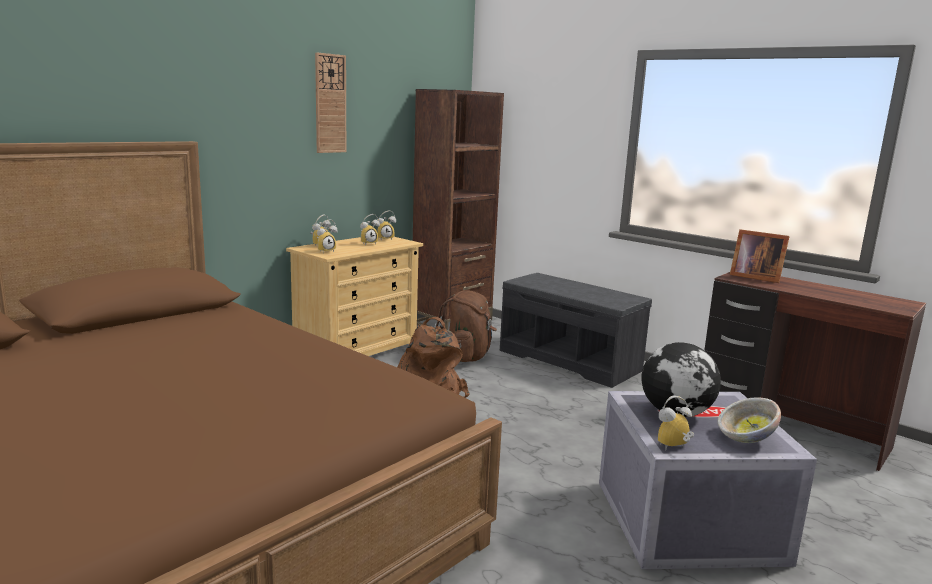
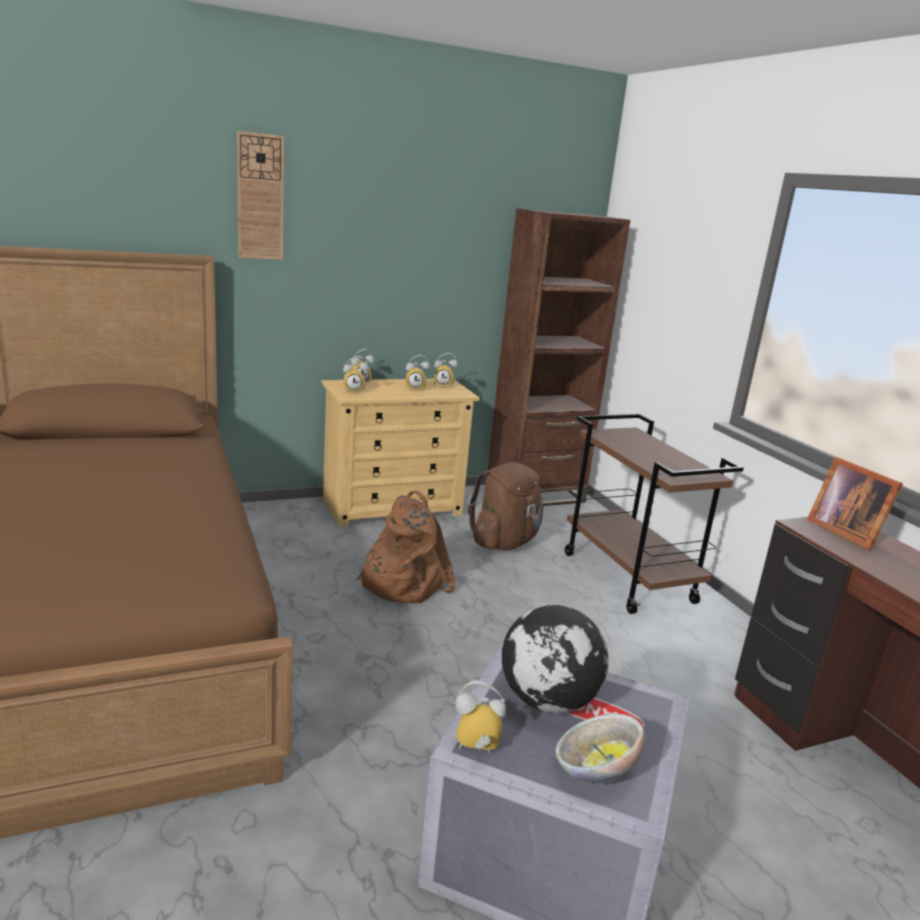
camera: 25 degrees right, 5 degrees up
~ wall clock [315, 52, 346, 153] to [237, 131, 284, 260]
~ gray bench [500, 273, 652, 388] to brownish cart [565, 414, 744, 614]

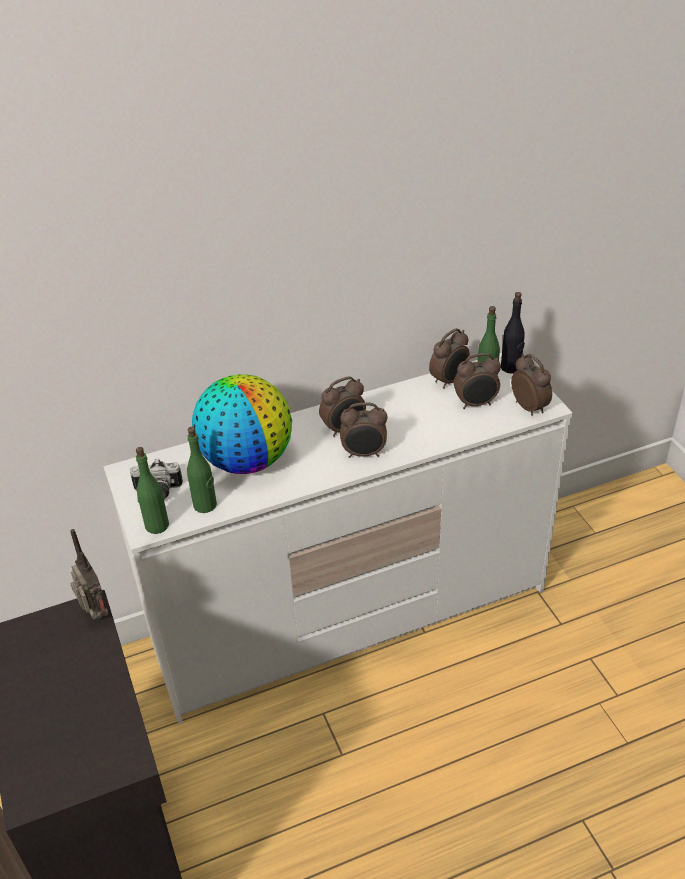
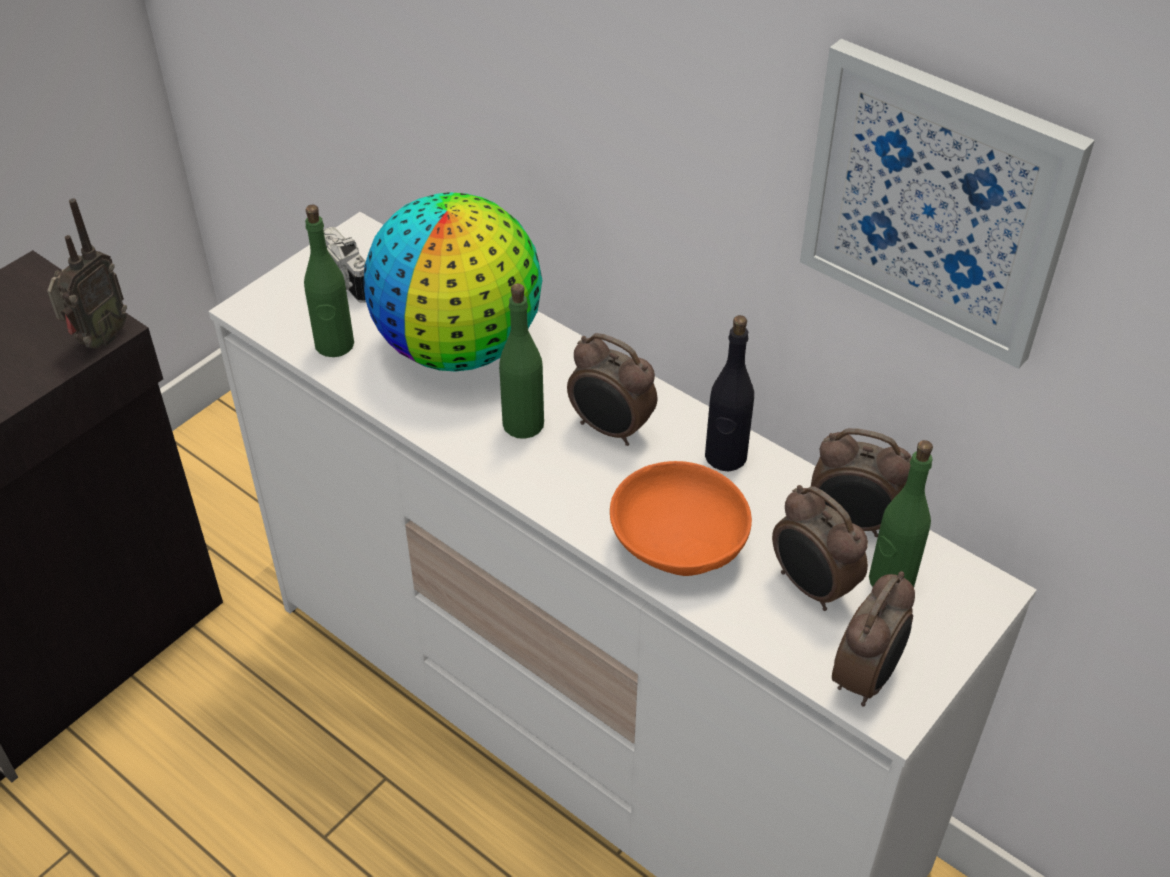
camera: 60 degrees right, 5 degrees up
~ black-coloured bottle [501, 292, 525, 374] to [705, 315, 754, 472]
- table clock [340, 402, 388, 458]
~ green bottle [136, 447, 169, 534] to [499, 283, 544, 439]
+ wall picture [800, 39, 1095, 369]
+ orange-coloured serving bowl [610, 461, 752, 576]

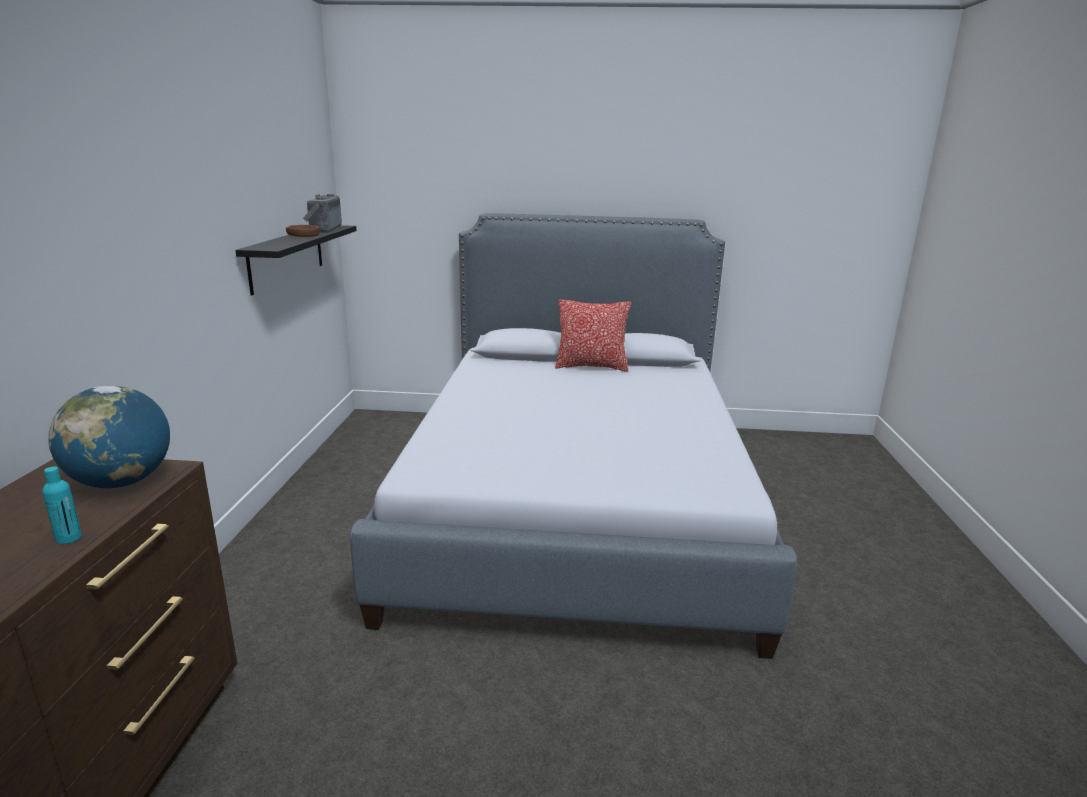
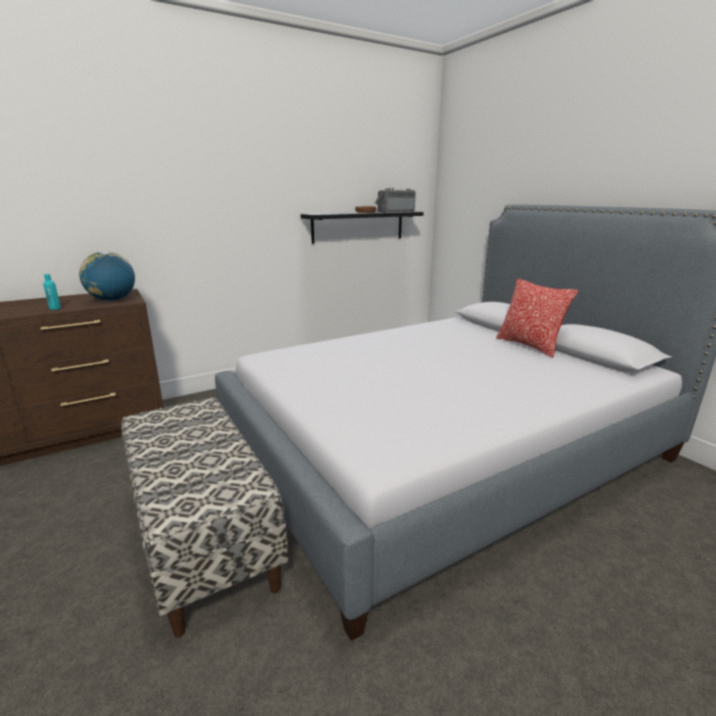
camera: 55 degrees right, 0 degrees up
+ bench [121, 397, 288, 637]

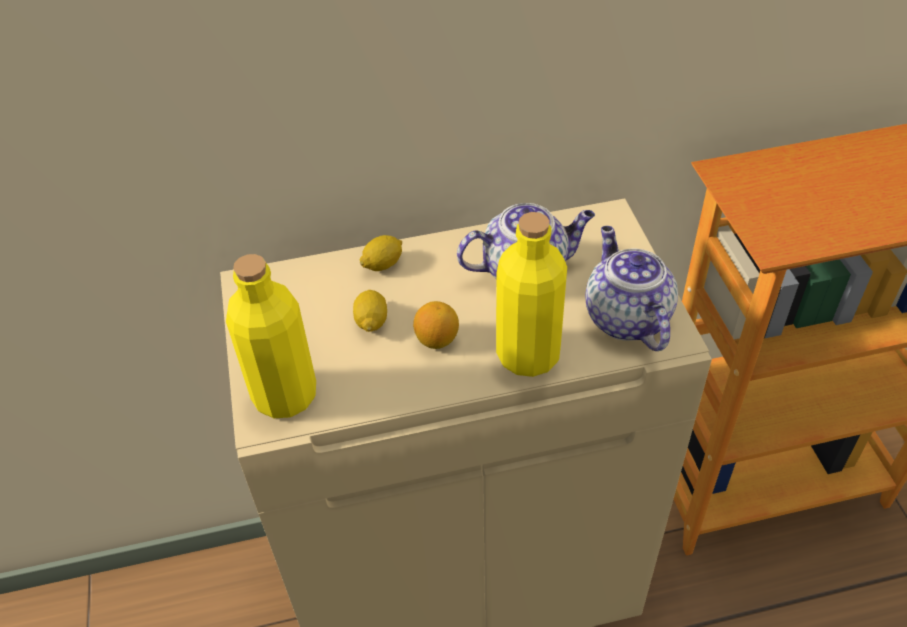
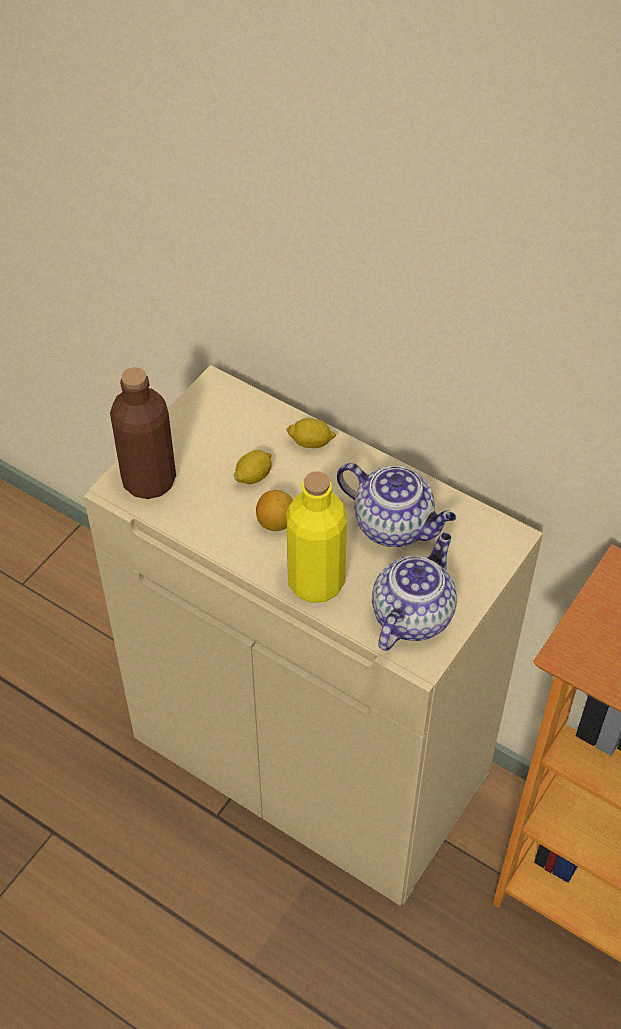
camera: 45 degrees right, 5 degrees up
~ yellow bottle [226, 254, 316, 418] to brownish bottle [110, 367, 176, 499]

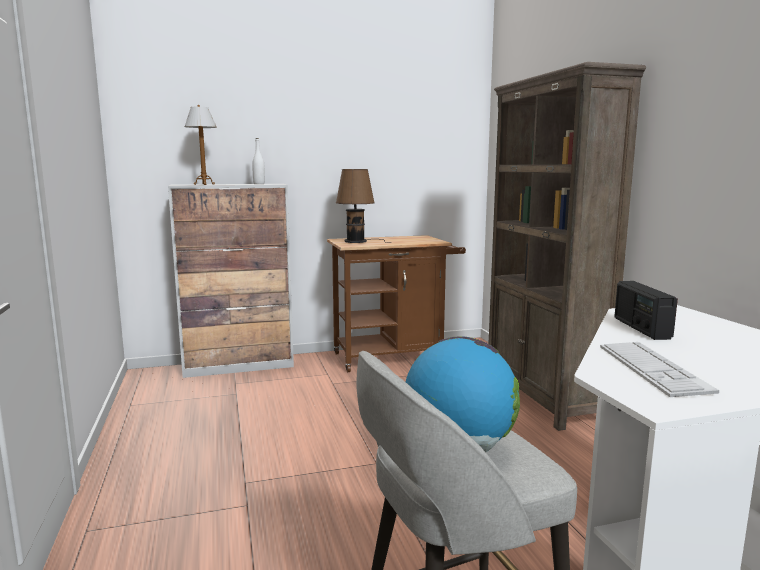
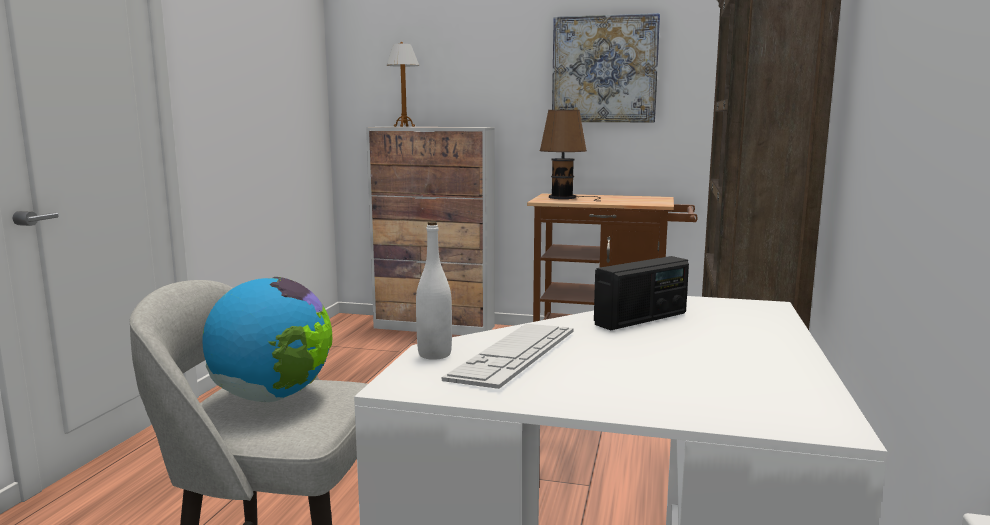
camera: 30 degrees right, 0 degrees up
~ whitish bottle [252, 138, 265, 184] to [416, 222, 452, 360]
~ radio [614, 281, 678, 340] = [594, 256, 689, 330] 150 degrees counterclockwise
+ wall picture [552, 13, 660, 122]

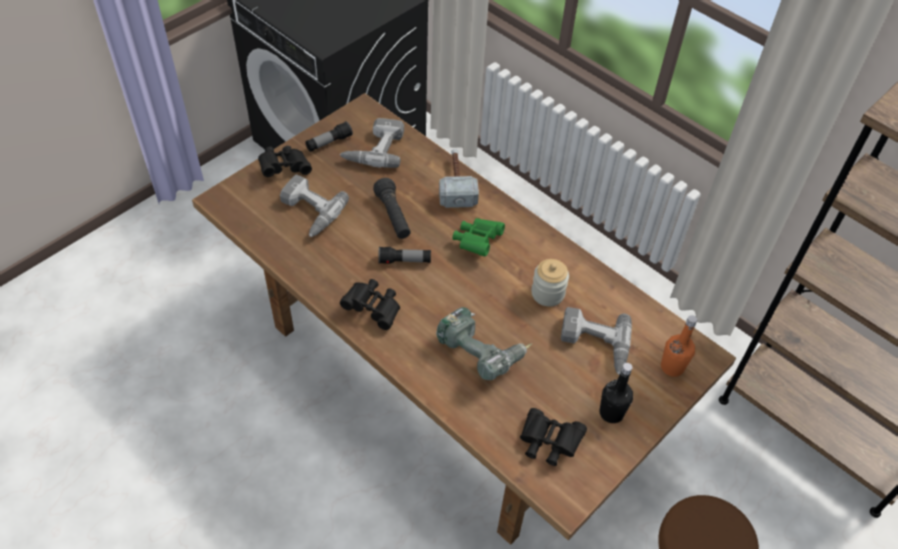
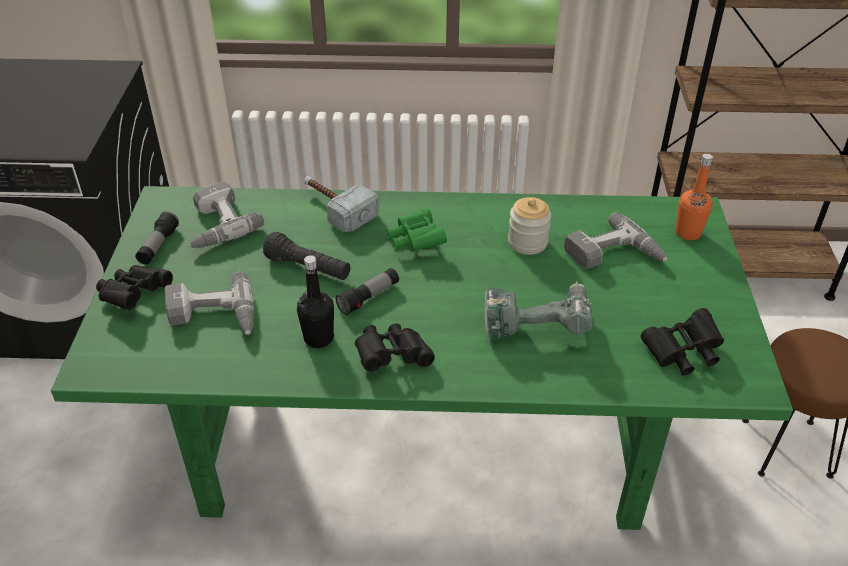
camera: 40 degrees left, 10 degrees down
~ brownish kitchen table [192, 93, 736, 545] to green kitchen table [51, 186, 793, 530]
~ black-coloured bottle [599, 363, 633, 423] to [297, 255, 334, 348]

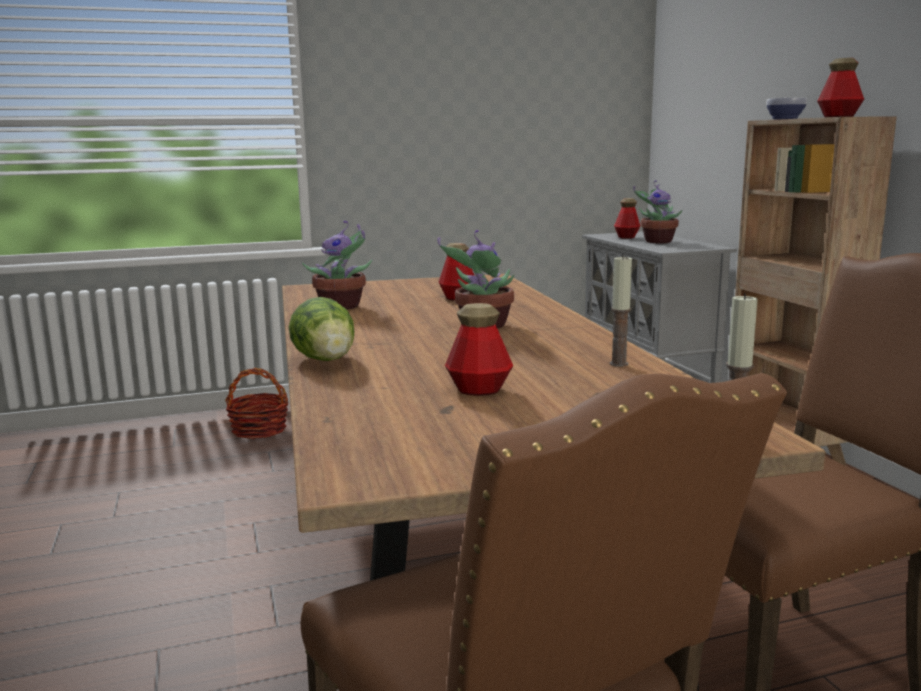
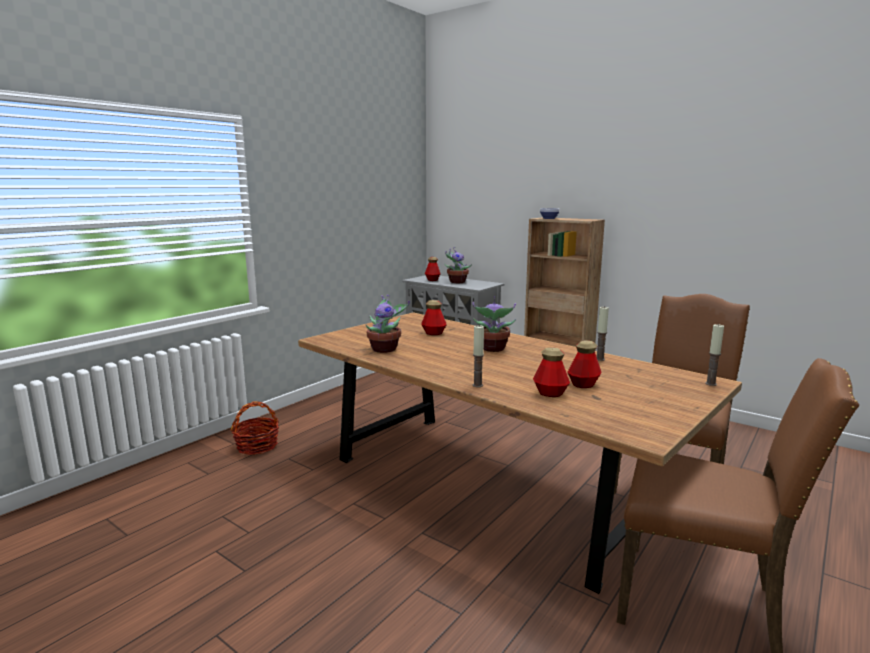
camera: 35 degrees left, 0 degrees up
~ bottle [817, 58, 864, 117] to [533, 347, 570, 397]
~ head of lettuce [289, 297, 354, 361] to wax light [473, 325, 484, 387]

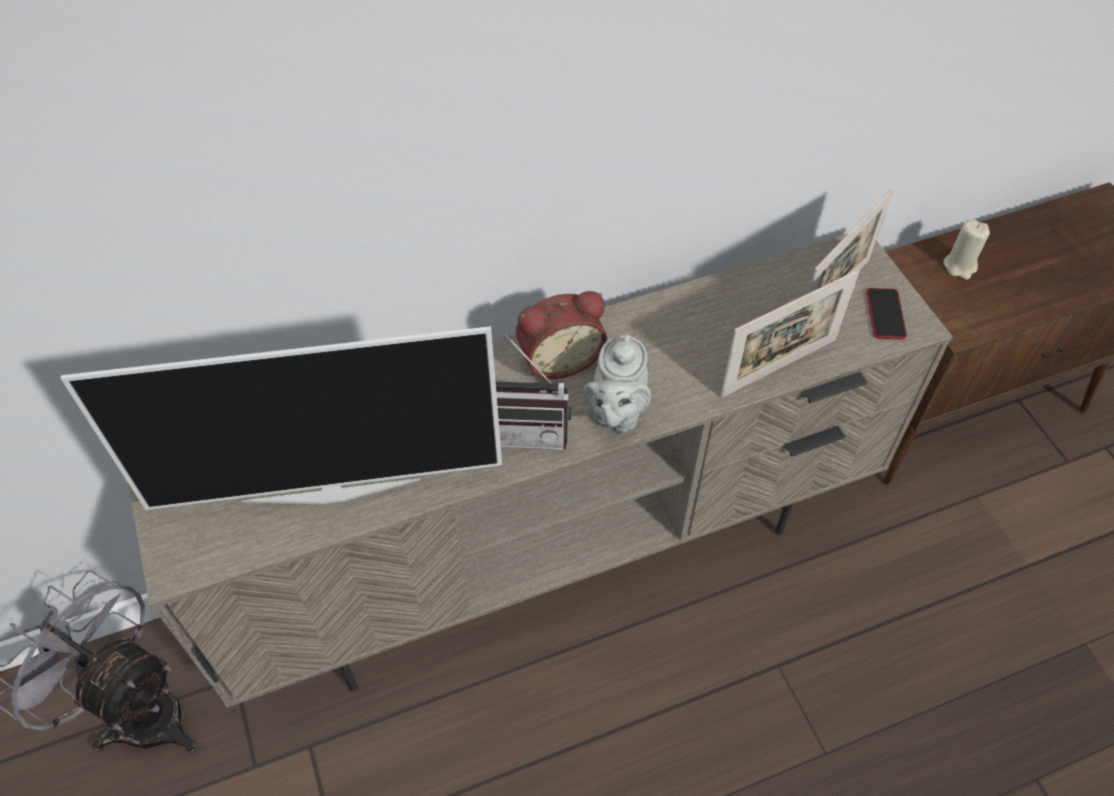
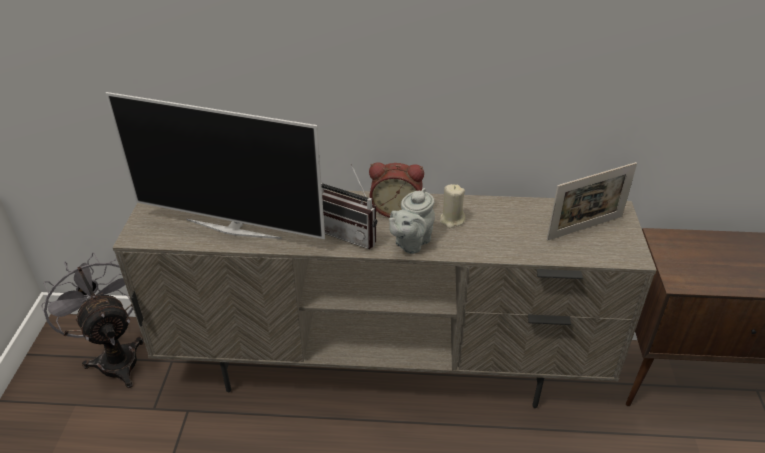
camera: 25 degrees right, 15 degrees down
~ sand-coloured wax light [943, 219, 990, 280] to [440, 184, 466, 228]
- photo frame [720, 270, 860, 398]
- telephone [866, 288, 907, 339]

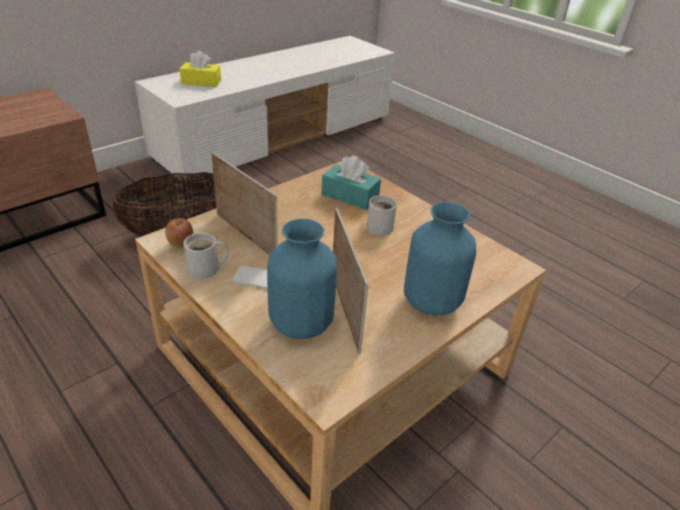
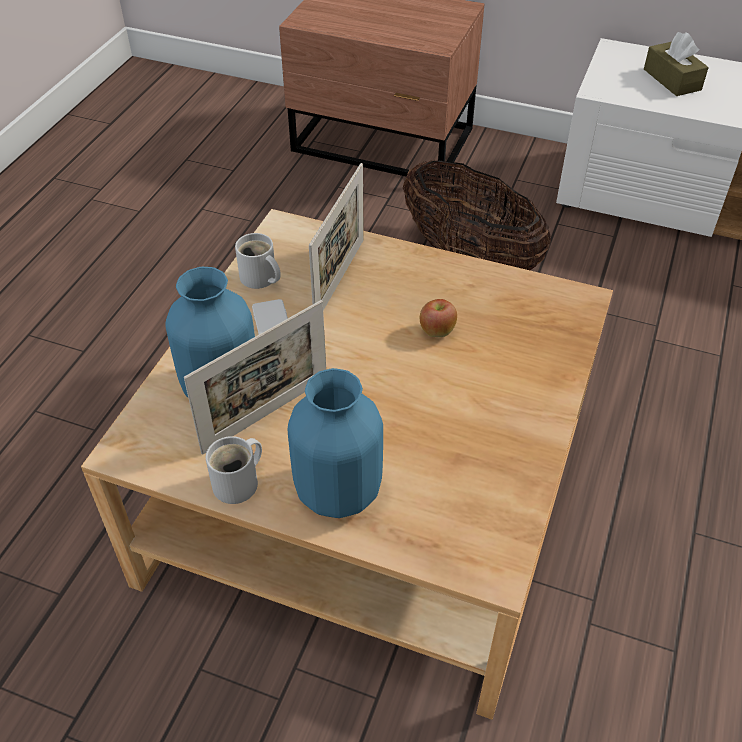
camera: 65 degrees right, 10 degrees up
~ yellow box of tissues [179, 51, 221, 87] to brownish box of tissues [644, 32, 709, 96]
- turquoise box of tissues [322, 156, 381, 210]
~ whitish mug [367, 195, 397, 236] to [206, 436, 262, 504]
~ whole apple [165, 218, 193, 248] to [420, 299, 457, 337]

